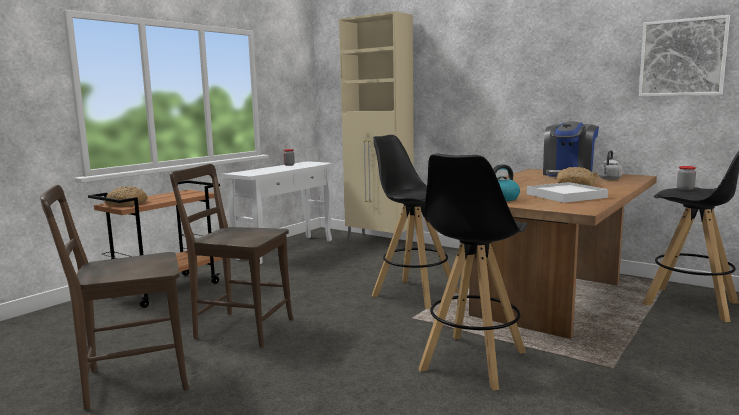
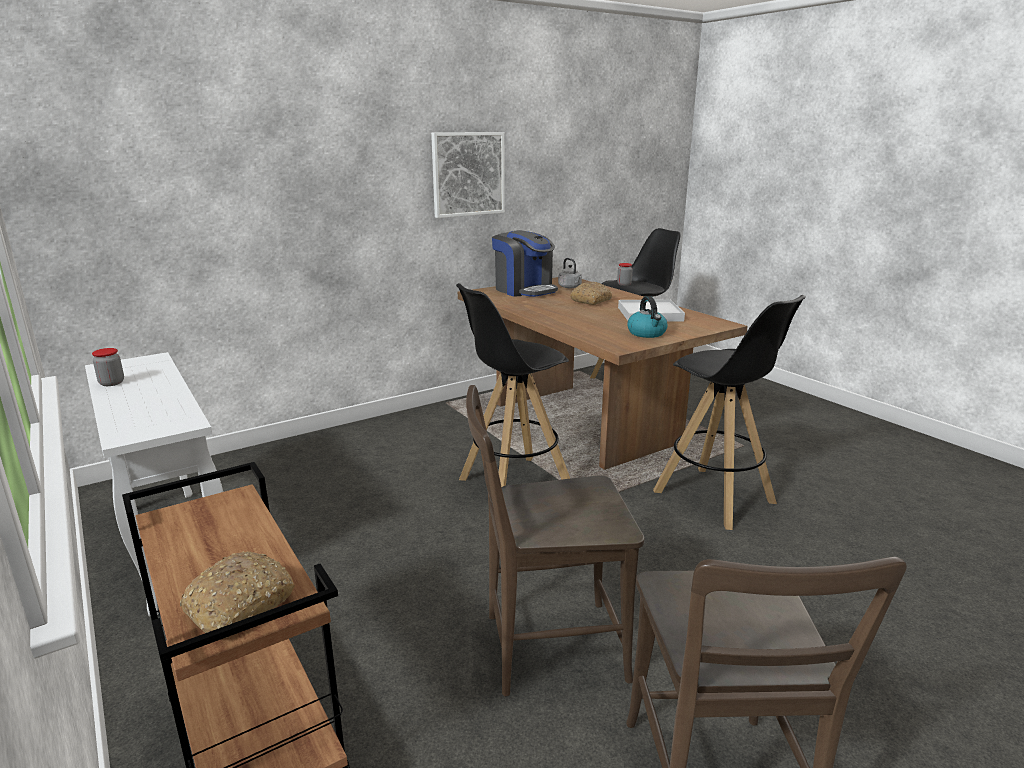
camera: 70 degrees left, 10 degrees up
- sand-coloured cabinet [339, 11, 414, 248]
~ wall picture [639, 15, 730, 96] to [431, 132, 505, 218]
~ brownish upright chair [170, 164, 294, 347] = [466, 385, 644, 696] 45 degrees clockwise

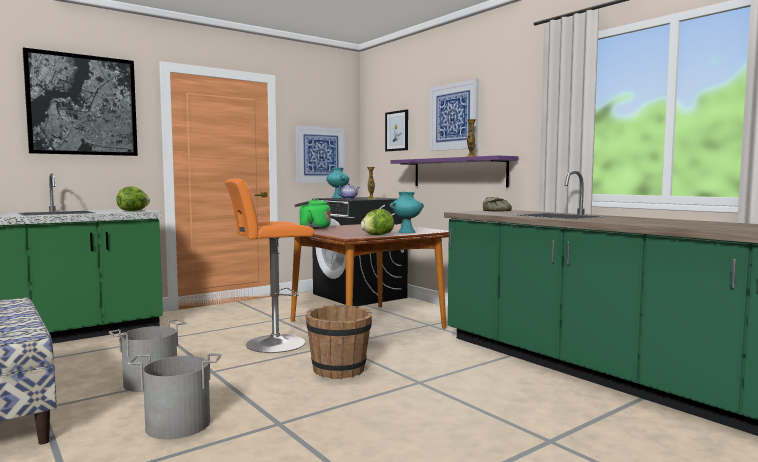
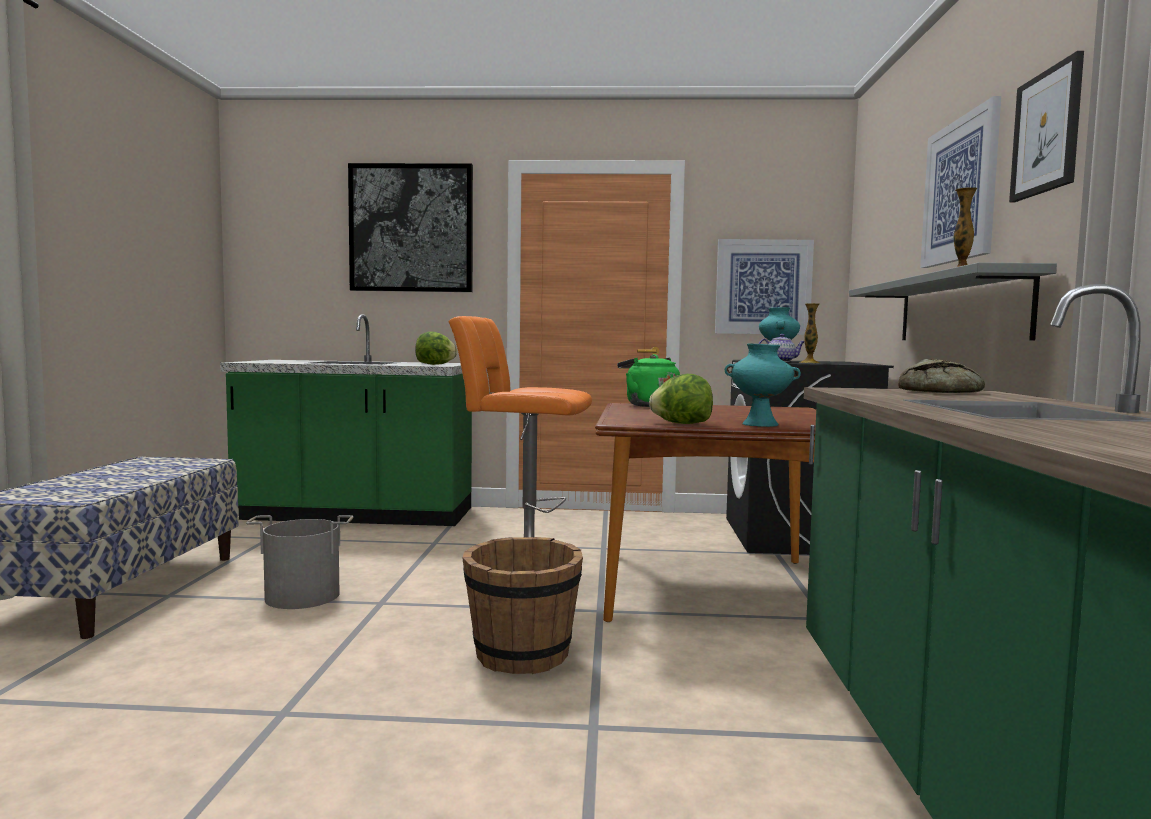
camera: 40 degrees right, 0 degrees up
~ wall picture [385, 109, 408, 151] to [1009, 51, 1084, 202]
~ purple wall shelf [390, 155, 518, 187] to gray wall shelf [849, 262, 1057, 340]
- gray bucket [128, 353, 221, 439]

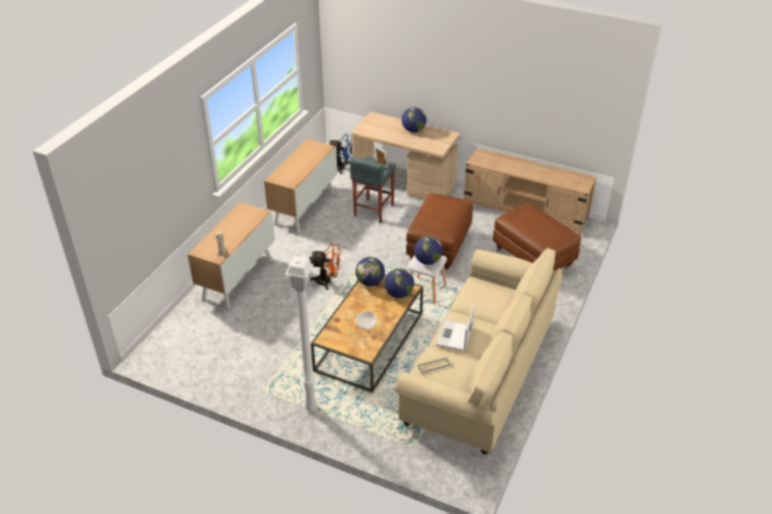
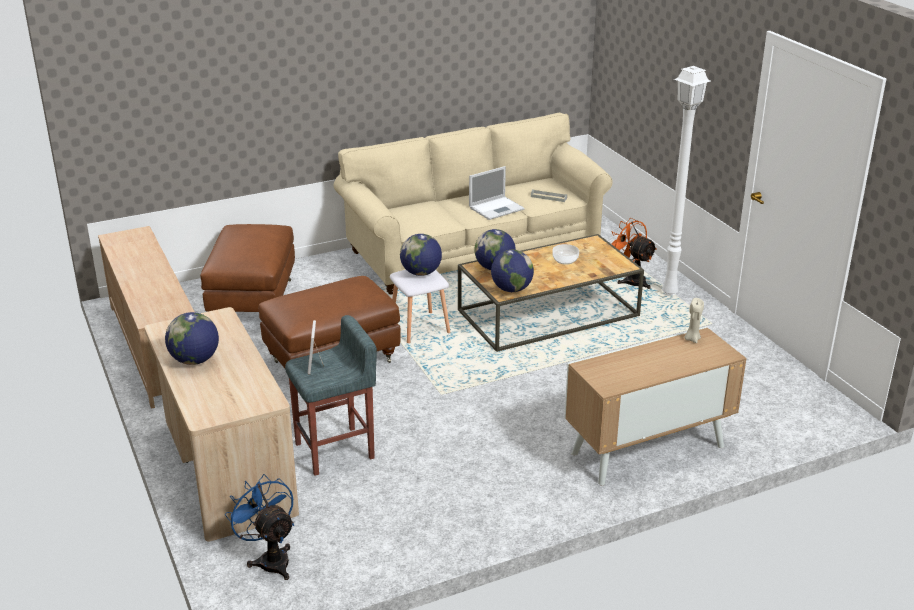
camera: 140 degrees left, 10 degrees down
- cabinet [264, 139, 337, 233]
~ orange-coloured fan [310, 243, 341, 290] to [611, 218, 657, 289]

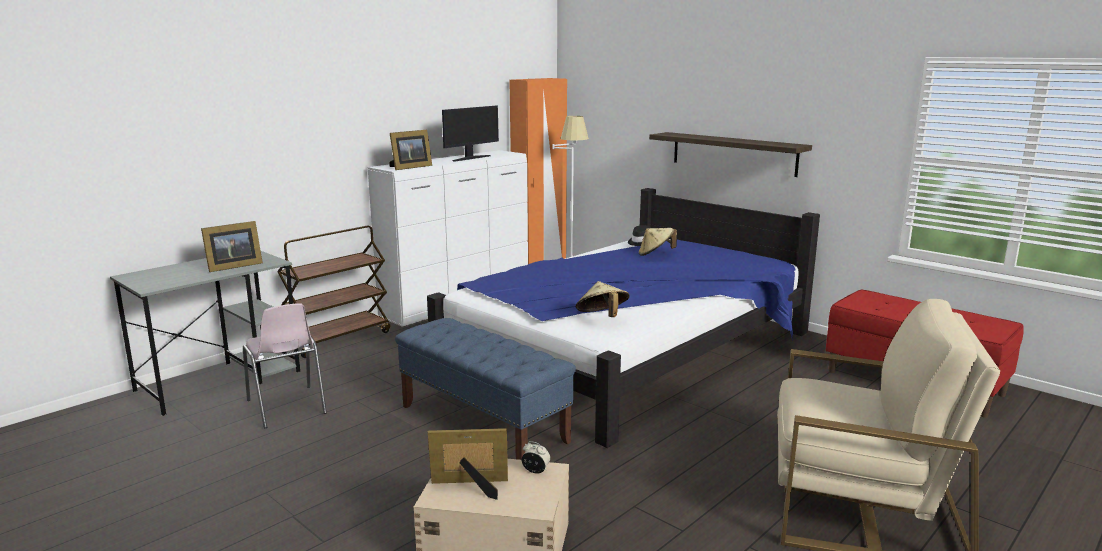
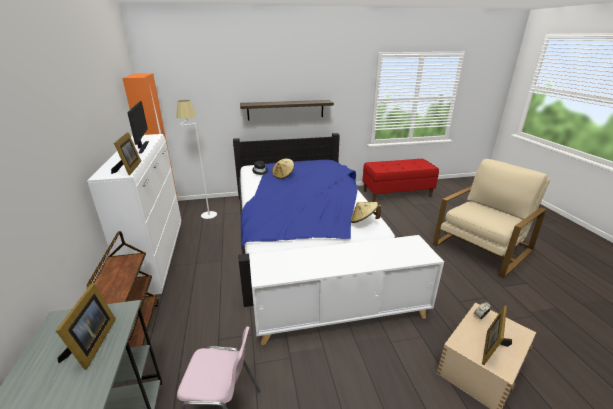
camera: 55 degrees left, 10 degrees up
~ blue bench [395, 318, 576, 460] to whitish cabinet [249, 235, 444, 345]

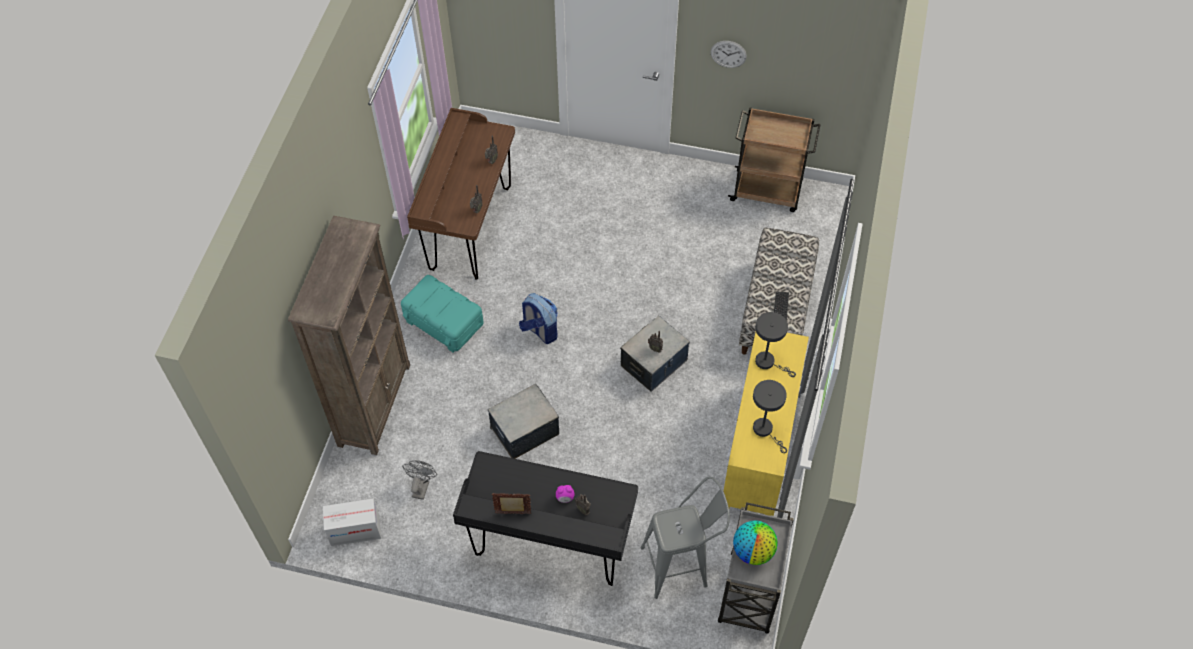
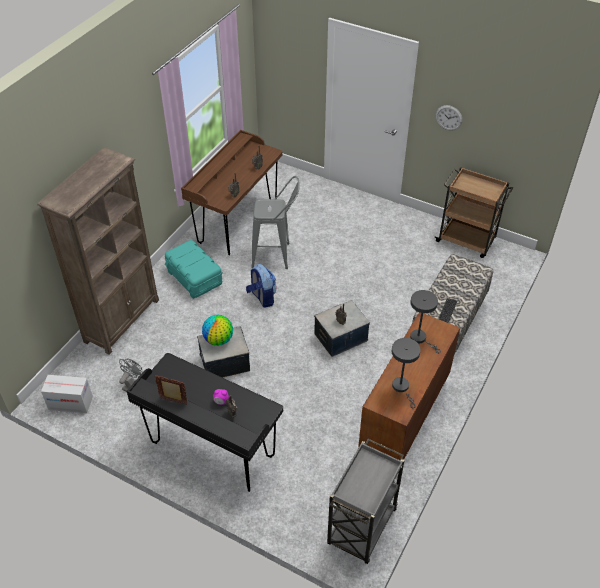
camera: 15 degrees right, 10 degrees down
~ yellow cabinet [724, 332, 809, 516] to brownish cabinet [358, 312, 460, 460]
~ gray sitting stool [641, 477, 730, 599] to [251, 176, 300, 269]
~ world globe [733, 520, 778, 565] to [202, 315, 233, 346]

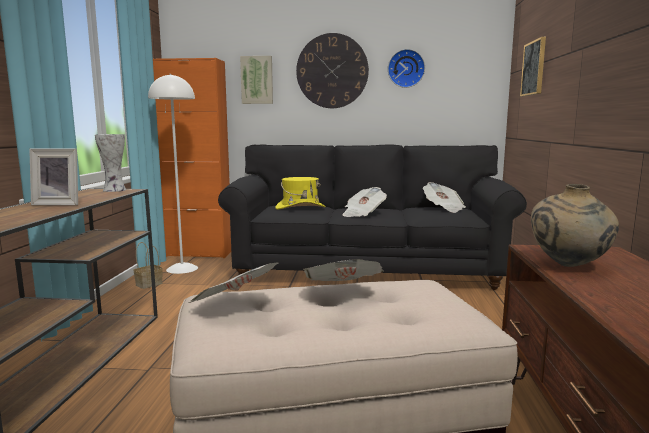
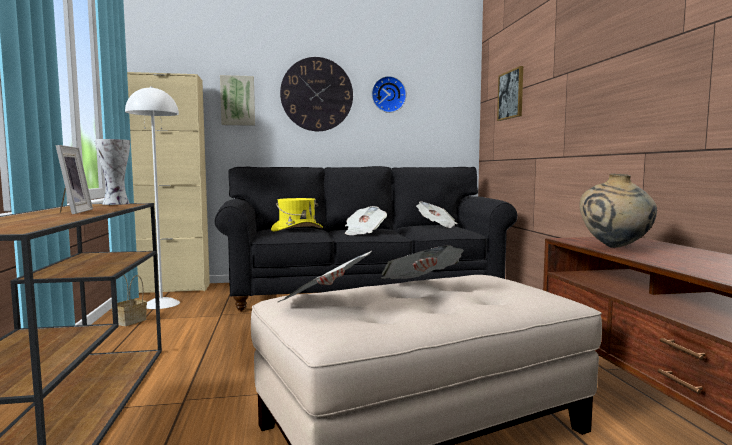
camera: 15 degrees left, 5 degrees down
~ orange-coloured cabinet [153, 58, 231, 258] to sand-coloured cabinet [127, 72, 210, 293]
~ photo frame [29, 149, 78, 205] = [55, 145, 93, 214] 90 degrees counterclockwise

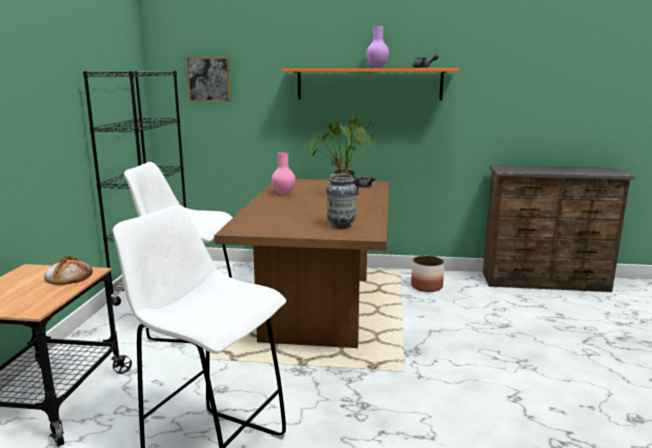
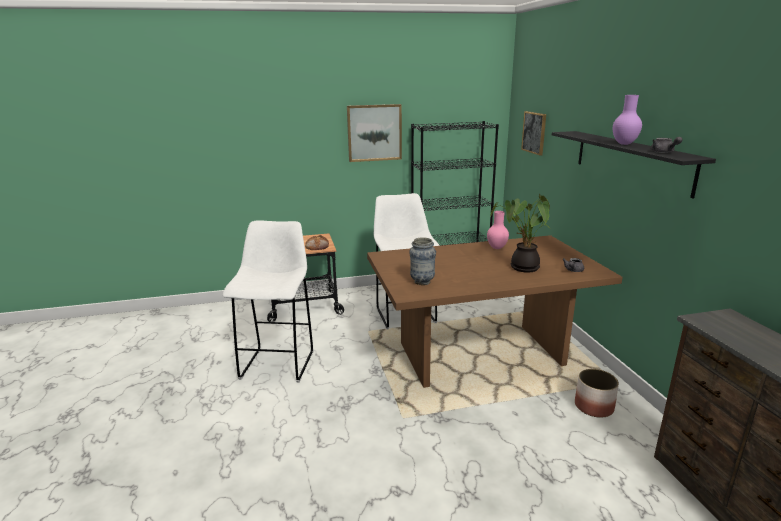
camera: 70 degrees right, 5 degrees up
~ orange-coloured wall shelf [282, 68, 459, 100] to black-coloured wall shelf [552, 131, 716, 198]
+ wall picture [347, 104, 402, 162]

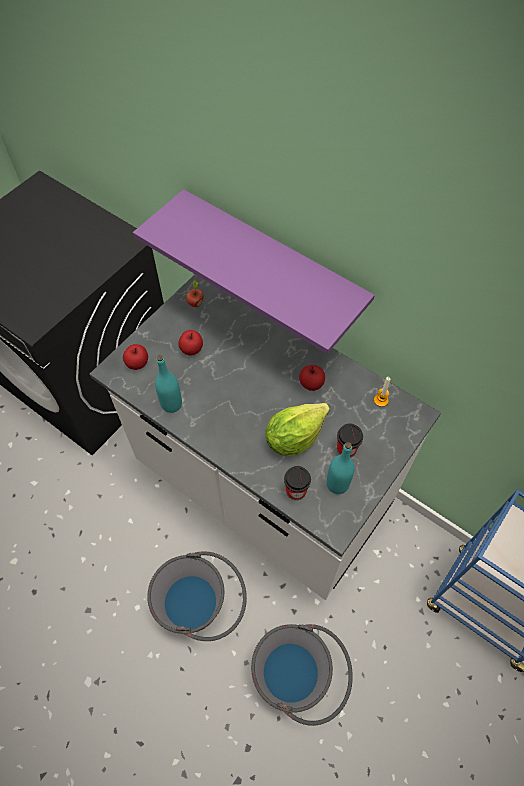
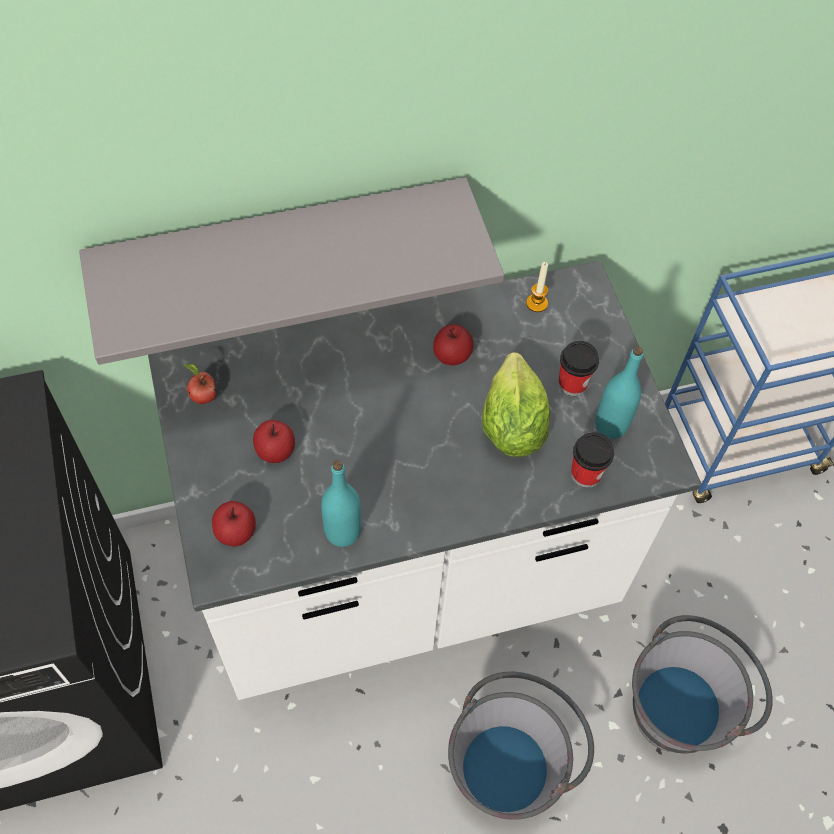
camera: 55 degrees left, 0 degrees up
~ purple wall shelf [133, 189, 375, 354] to gray wall shelf [79, 177, 504, 365]

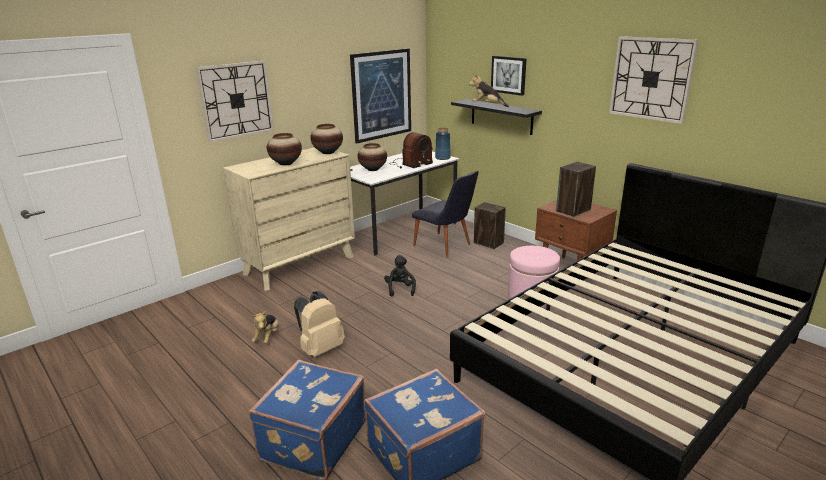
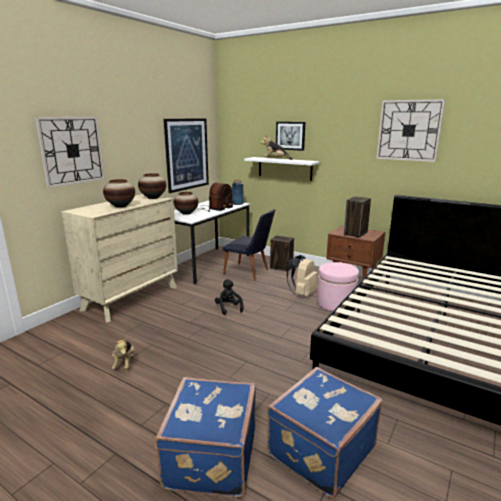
camera: 15 degrees left, 5 degrees down
~ black-coloured wall shelf [451, 99, 542, 135] to whitish wall shelf [244, 157, 320, 181]
~ sand-coloured rucksack [294, 291, 345, 357] to [287, 255, 317, 297]

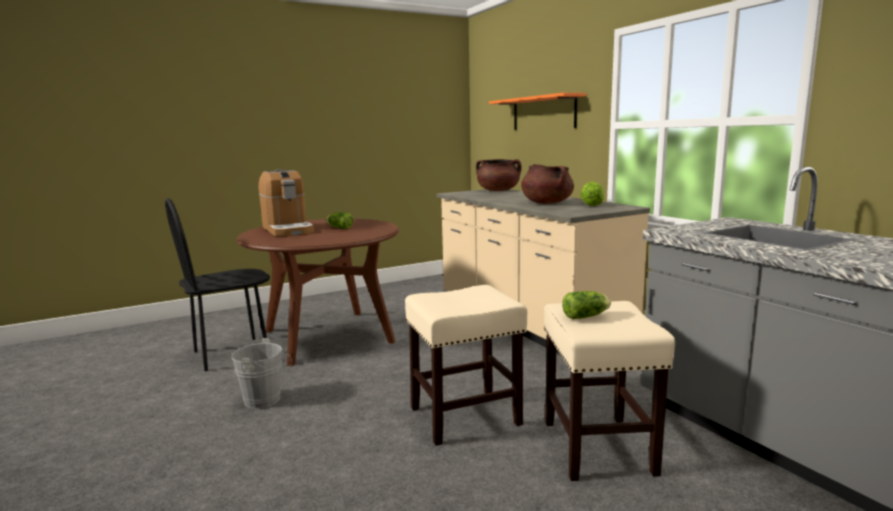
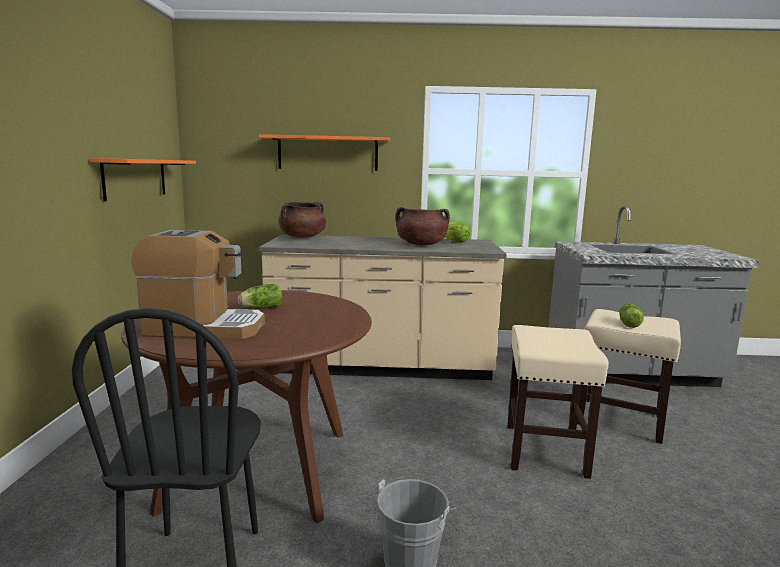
camera: 60 degrees left, 0 degrees up
+ orange-coloured wall shelf [90, 158, 196, 201]

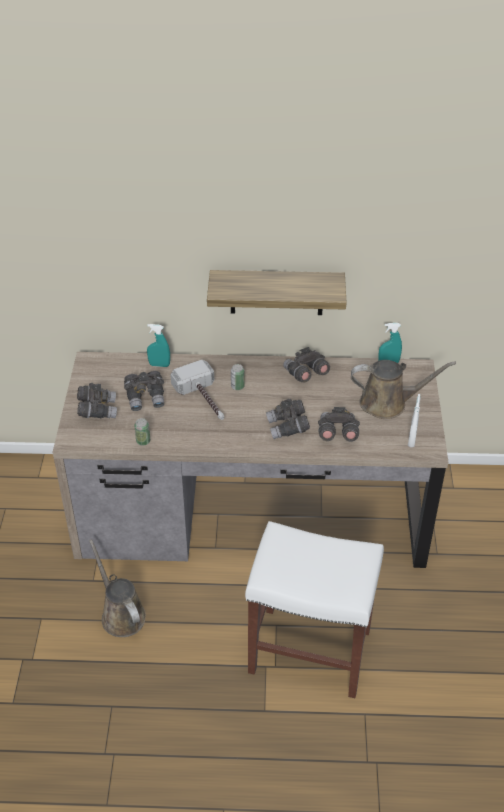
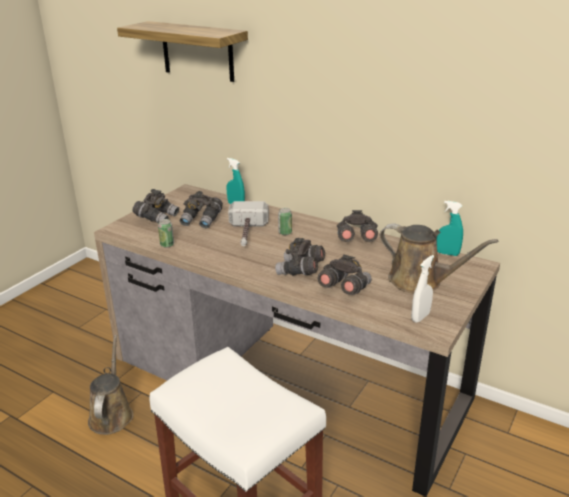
camera: 30 degrees right, 15 degrees down
~ wall shelf [207, 270, 347, 315] to [117, 21, 248, 82]

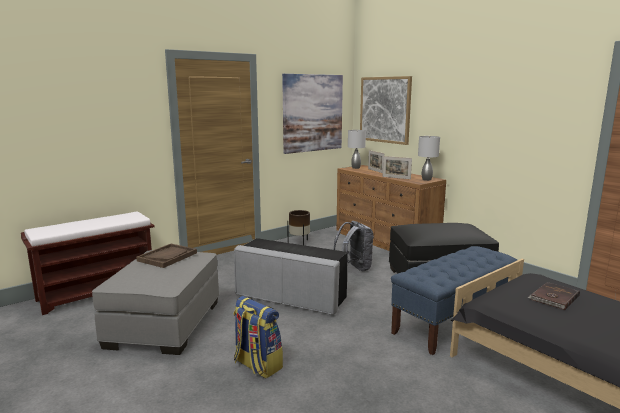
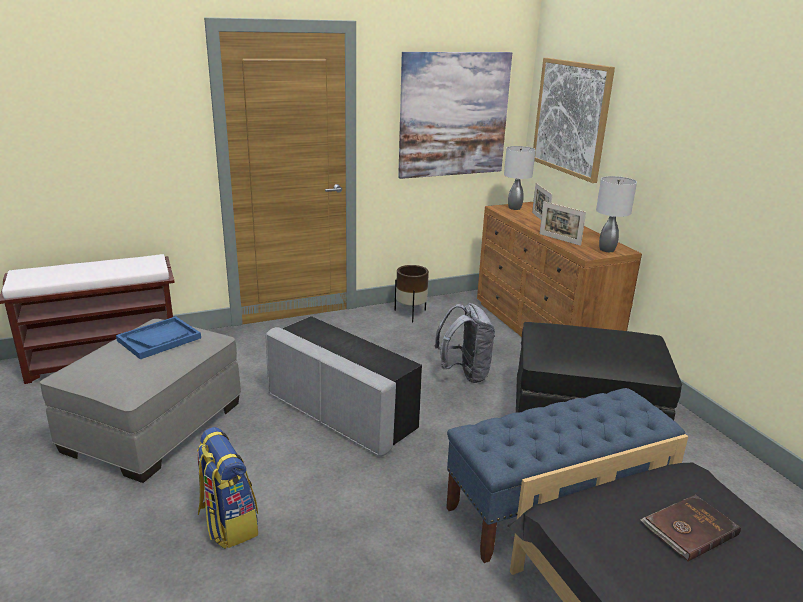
camera: 15 degrees right, 10 degrees up
~ brownish carrying tray [136, 244, 197, 268] to blue carrying tray [116, 316, 201, 359]

